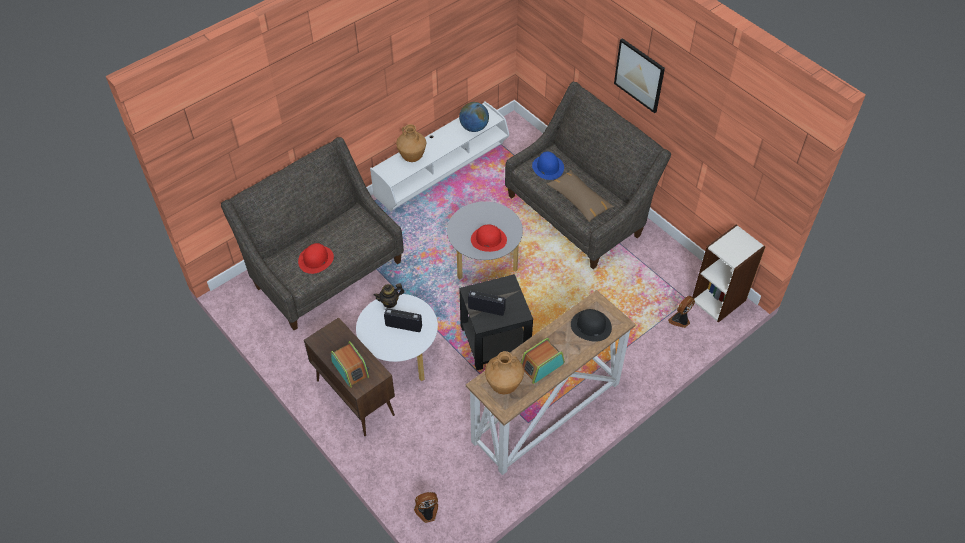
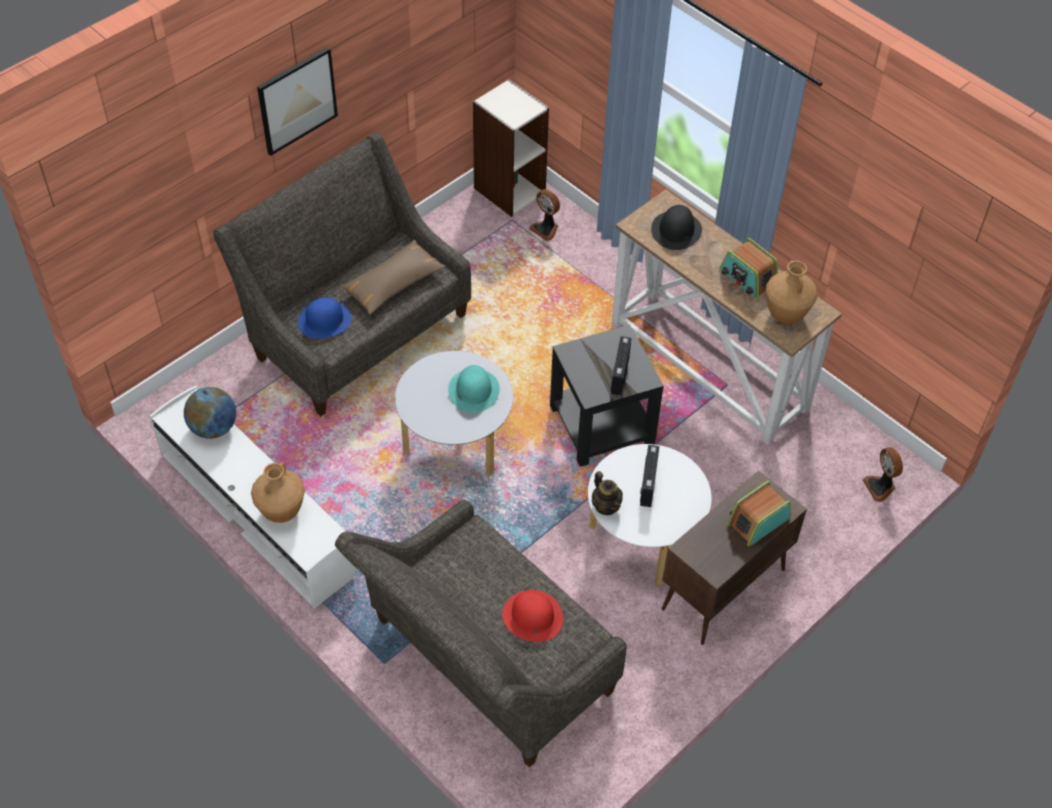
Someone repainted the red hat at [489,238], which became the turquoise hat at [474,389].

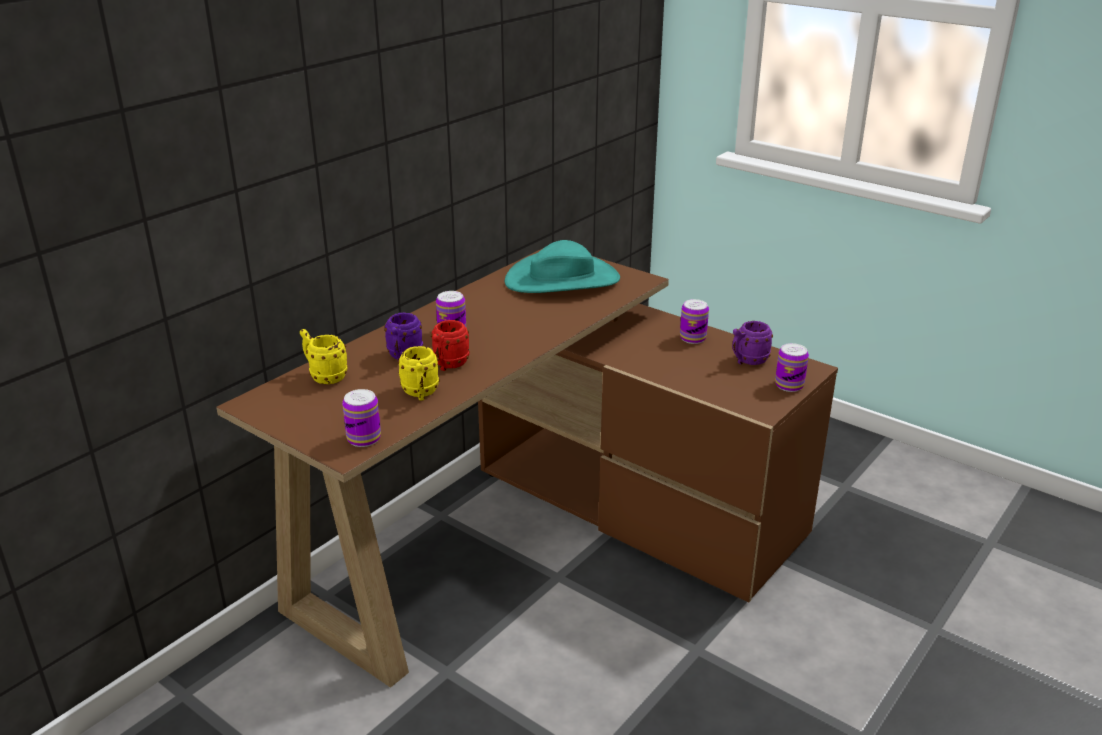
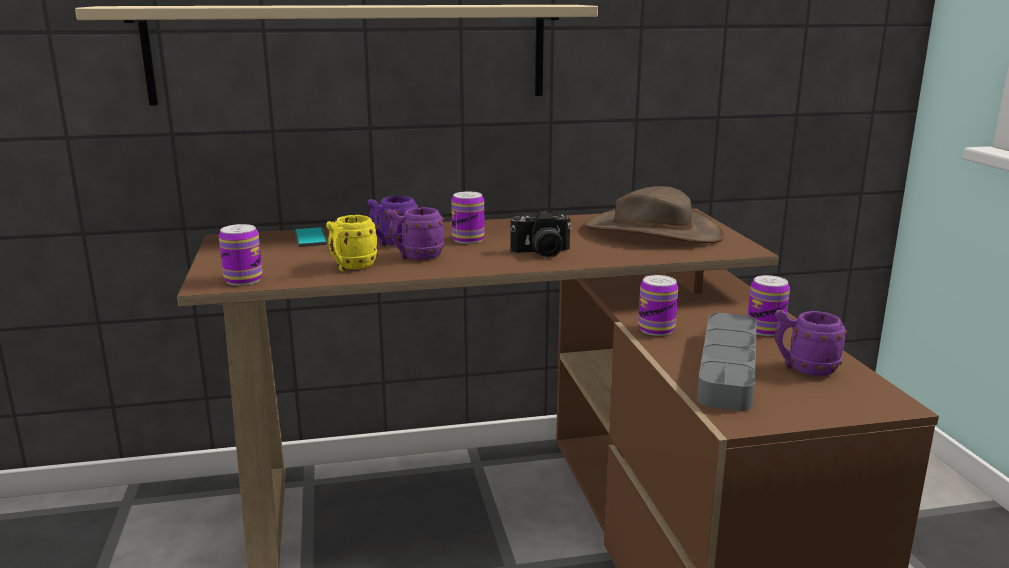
Someone repainted the turquoise hat at [562,266], which became the brown hat at [653,214]. Someone repainted the red coffee mug at [450,345], which became the purple coffee mug at [416,233]. Someone swapped the yellowish coffee mug at [324,356] for the handset at [311,237]. Someone carried the can from [792,367] to [658,305]. Someone put up the beige-coloured shelf at [336,55]. Someone put down the still camera at [541,234]. Someone put down the greyish serving tray at [727,362].

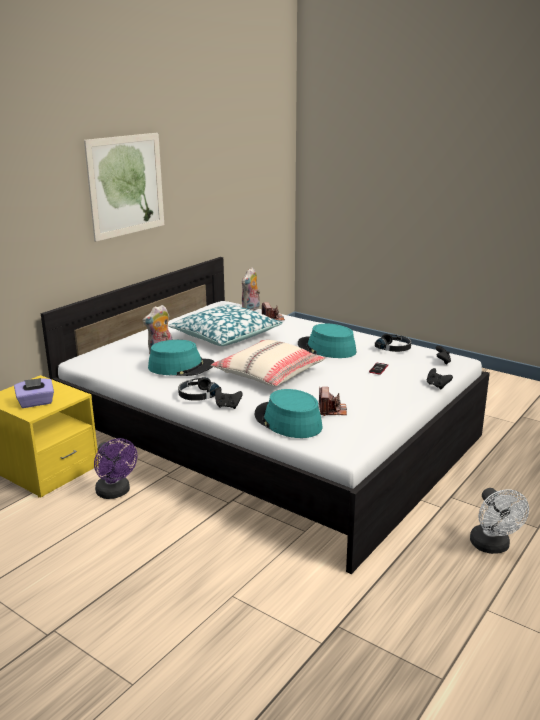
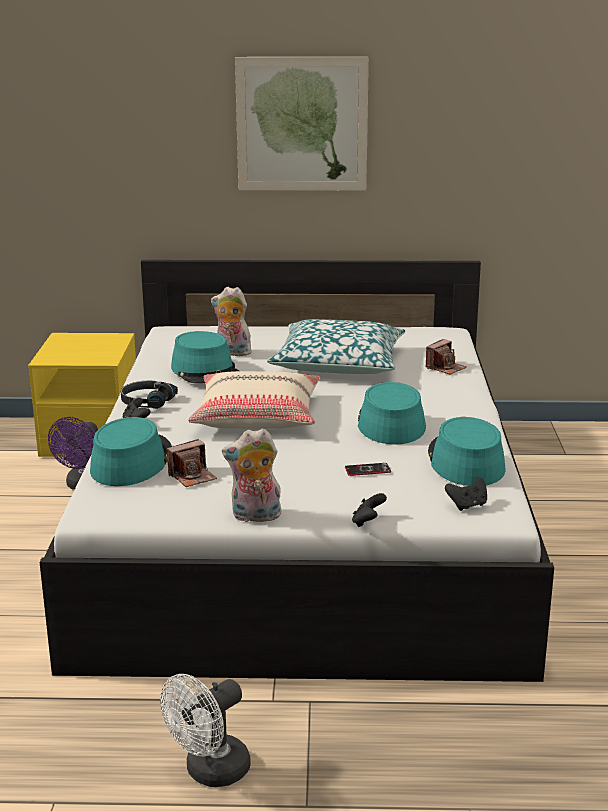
Someone carried the plush toy from [251,289] to [251,475]. Someone swapped the black headset at [393,342] for the turquoise hat at [467,451]. Someone took away the purple tissue holder at [34,393].

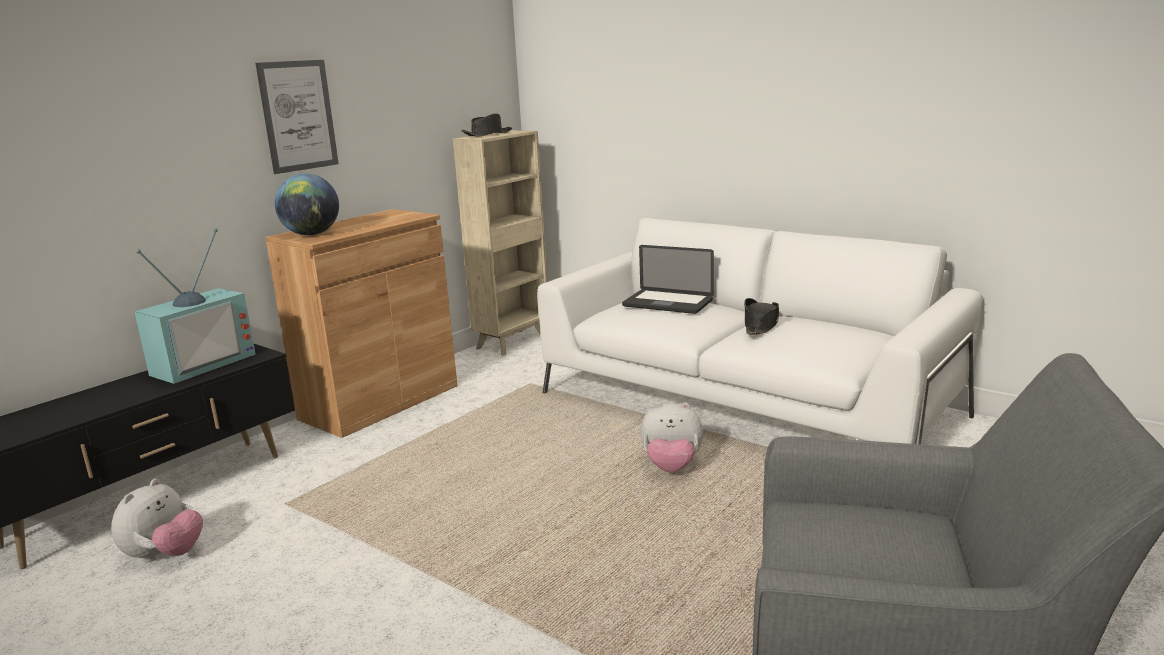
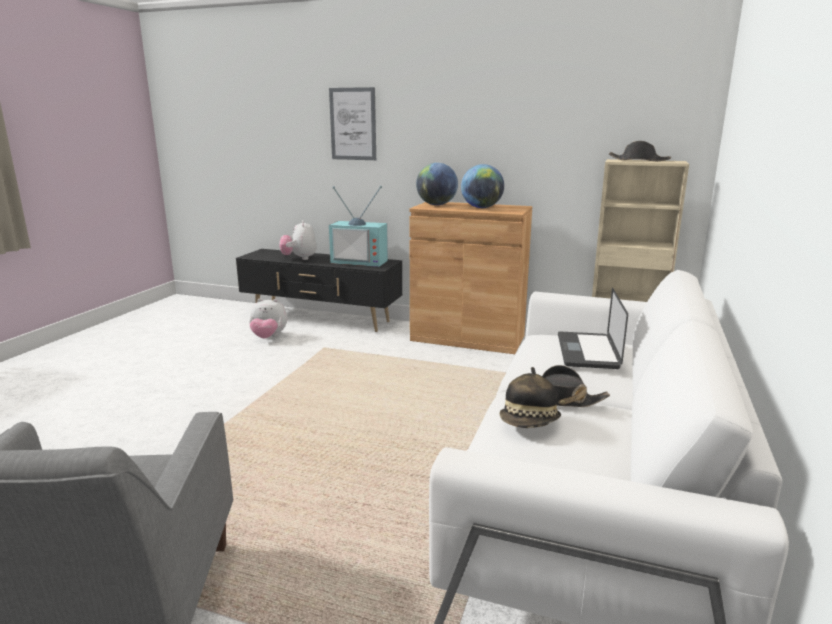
Someone carried the picture from [297,117] to [352,123]. Someone carried the plush toy from [671,437] to [298,240]. Someone put down the world globe at [482,186]. Someone put down the hat at [530,397].

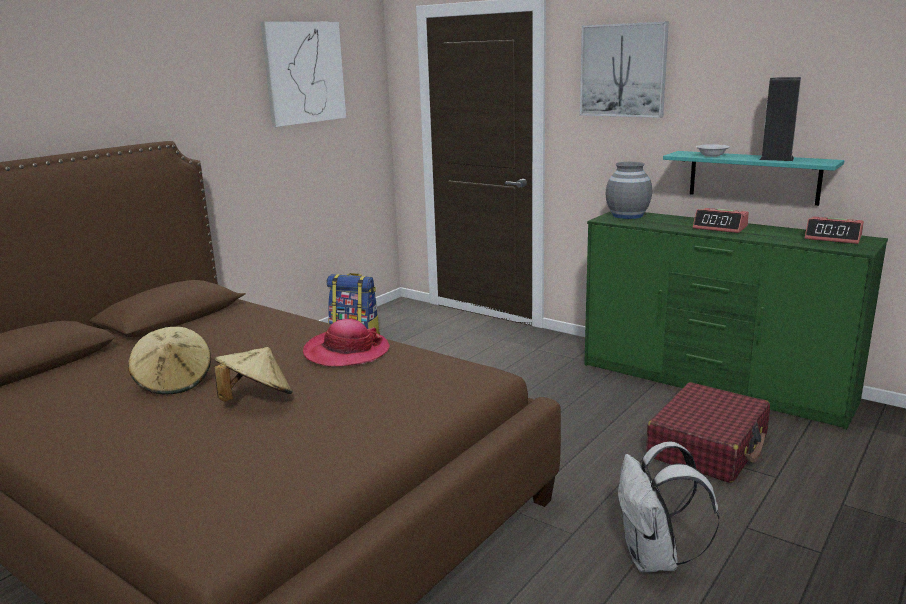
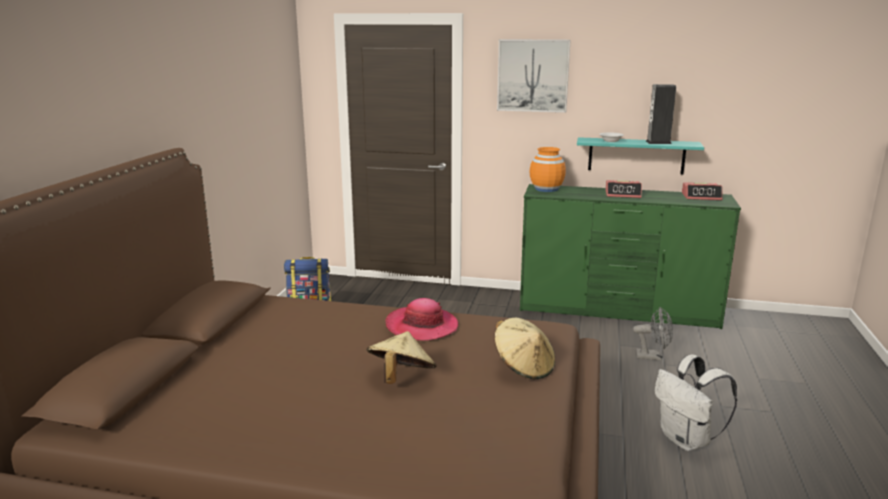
Someone took away the picture at [303,74]. Someone repainted the greyish flower vase at [629,190], which became the orange flower vase at [548,169]. Someone carried the beige-coloured hat from [169,360] to [524,348]. Someone swapped the red piece of luggage at [708,432] for the greyish fan at [653,334].

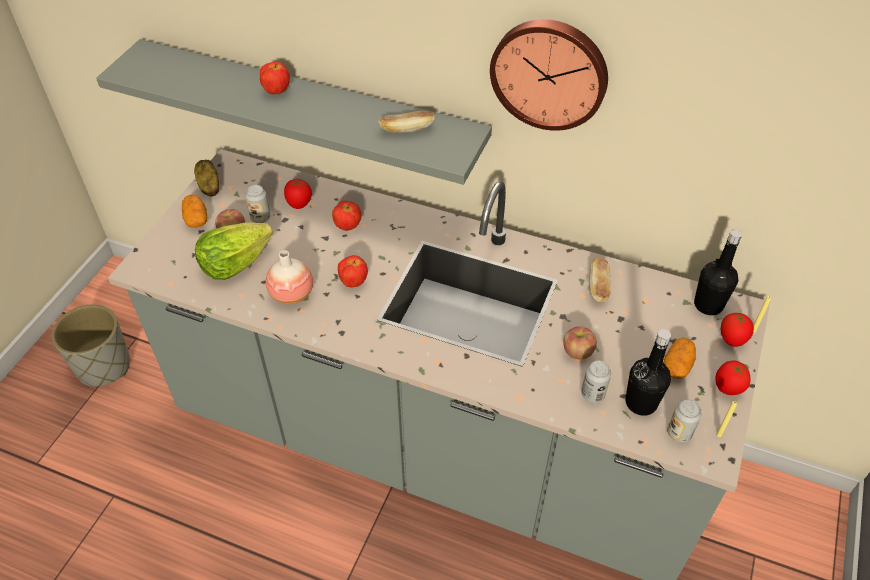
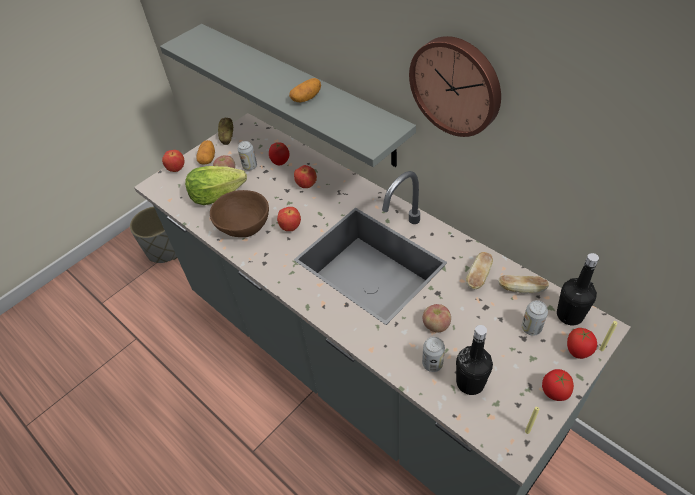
Someone carried the apple fruit from [275,78] to [173,161]. Someone carried the bread from [407,121] to [523,284]. Someone swapped the flower vase at [289,277] for the brown bowl at [239,213]. Someone carried the potato from [680,358] to [305,90]. Someone carried the can from [684,421] to [535,318].

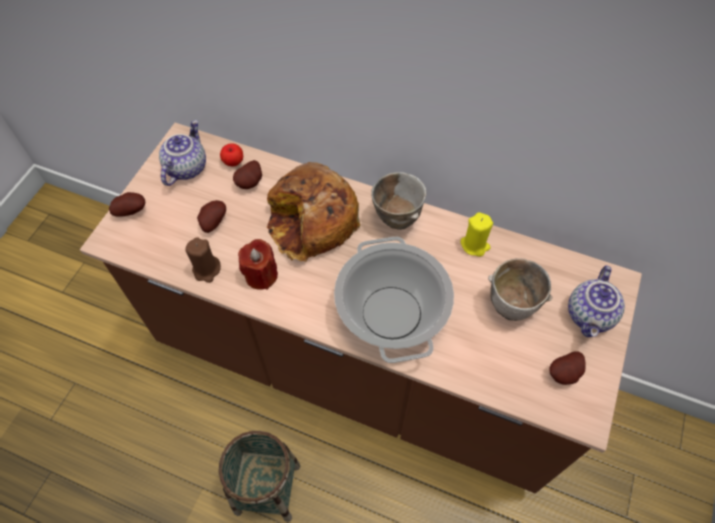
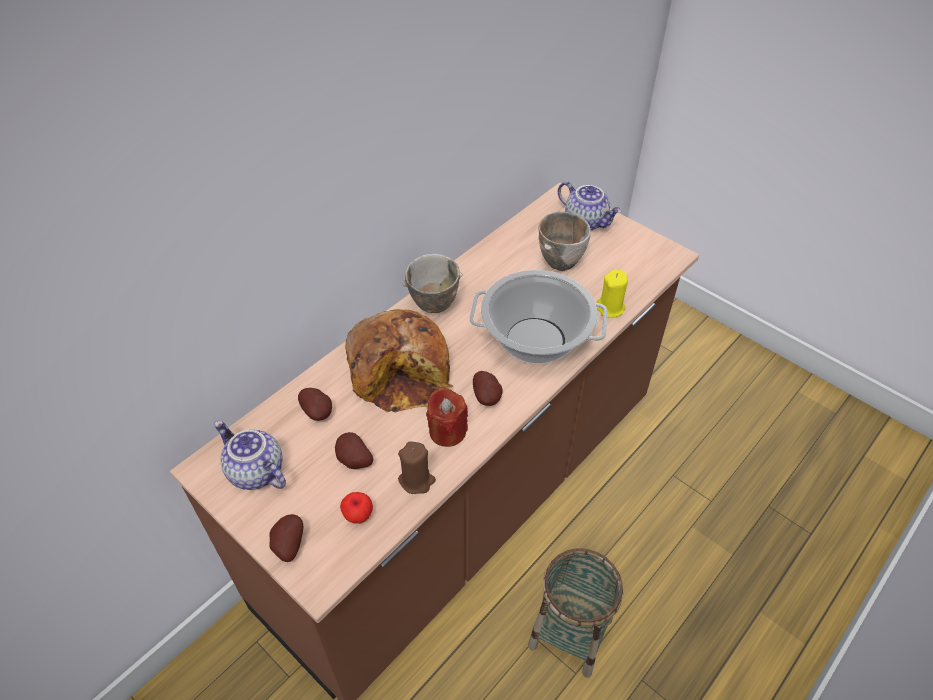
Someone carried the apple fruit from [231,154] to [356,508]. Someone carried the yellowish candle from [476,234] to [612,293]. Someone carried the potato from [567,368] to [488,388].

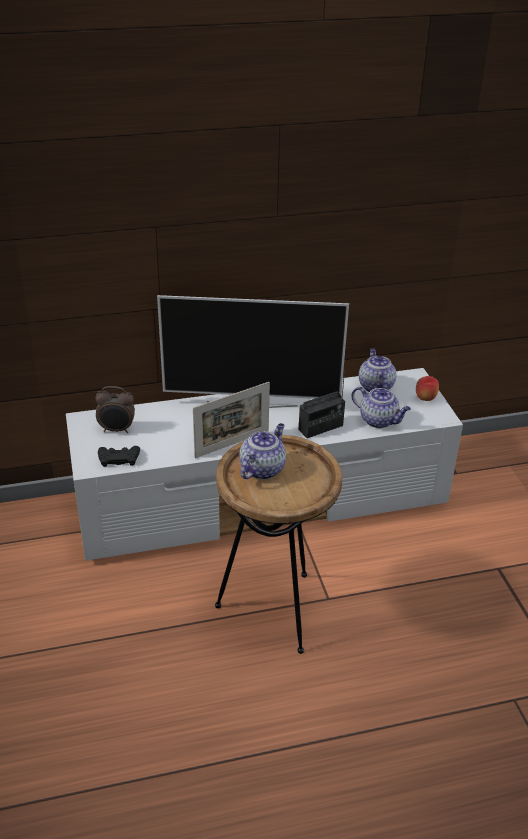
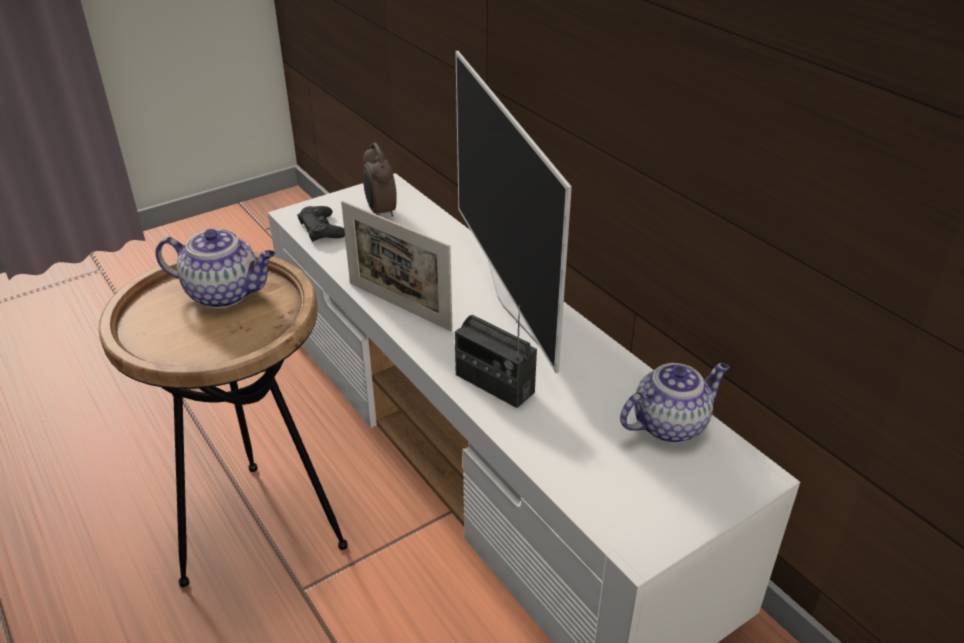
Someone took away the apple fruit at [427,388]. Someone took away the pot for tea at [381,407].

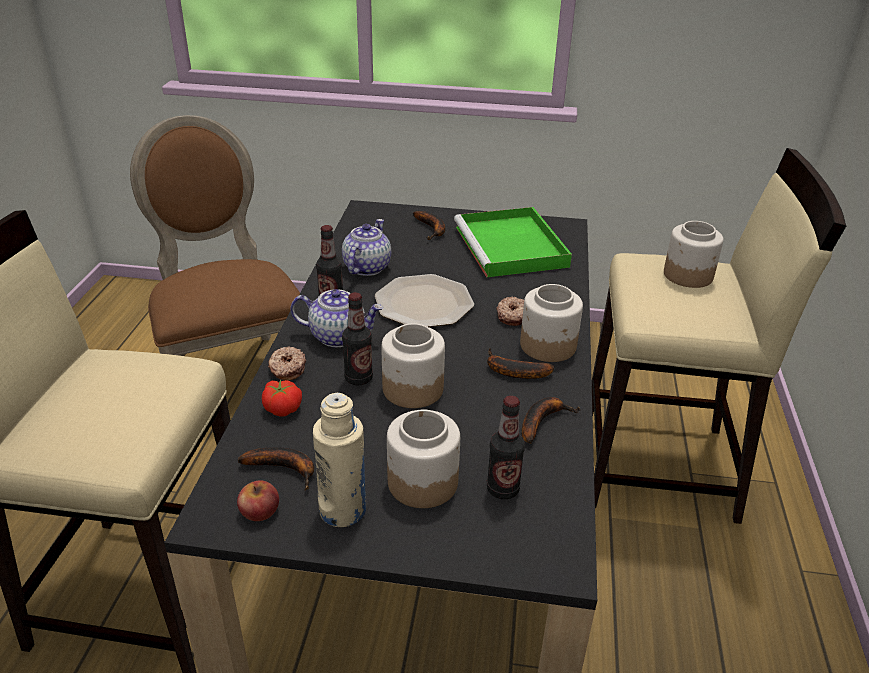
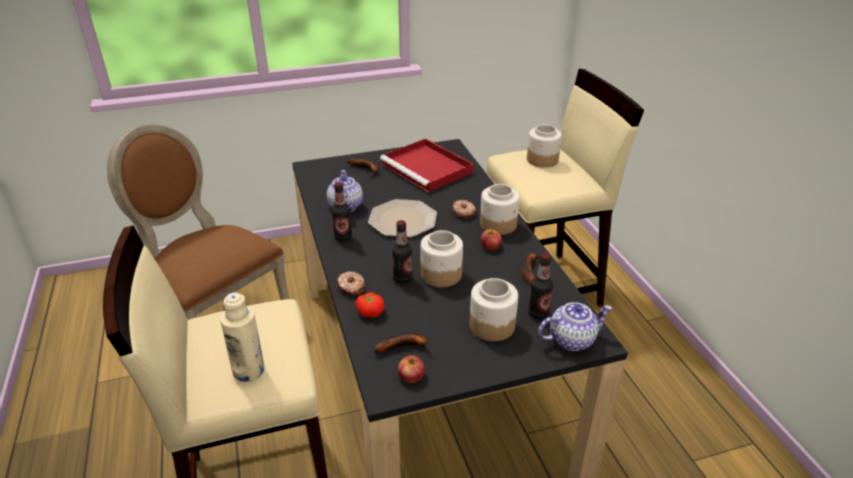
Someone repainted the green serving tray at [513,242], which became the red serving tray at [427,165]. Someone carried the pot for tea from [336,318] to [575,326]. Someone swapped the banana at [520,363] for the apple fruit at [491,239]. Someone carried the beige-coloured bottle from [339,460] to [242,337].

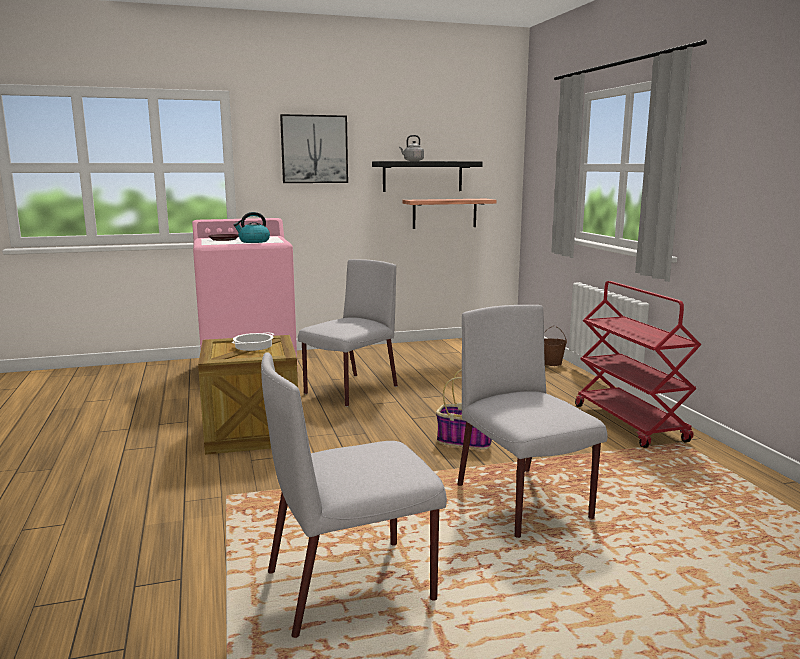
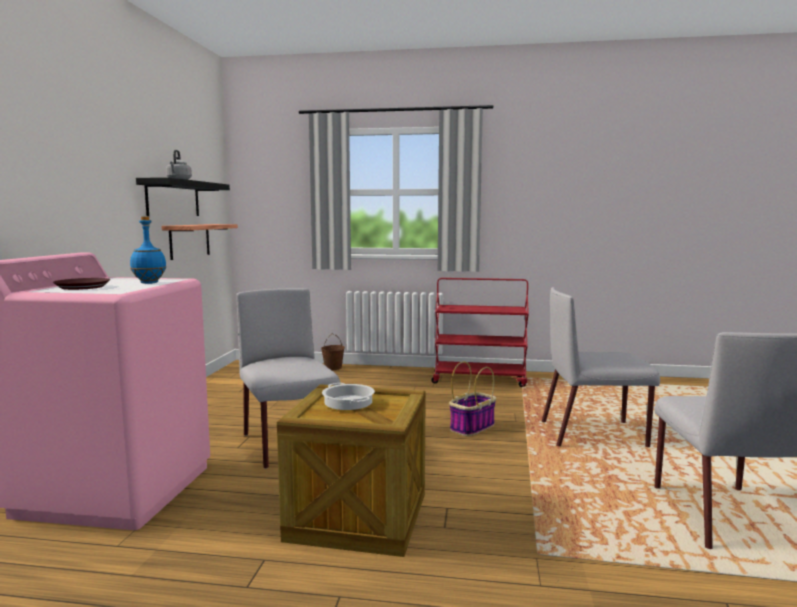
Someone took away the picture at [314,148]. Someone swapped the water kettle at [252,227] for the bluish bottle at [148,250].

